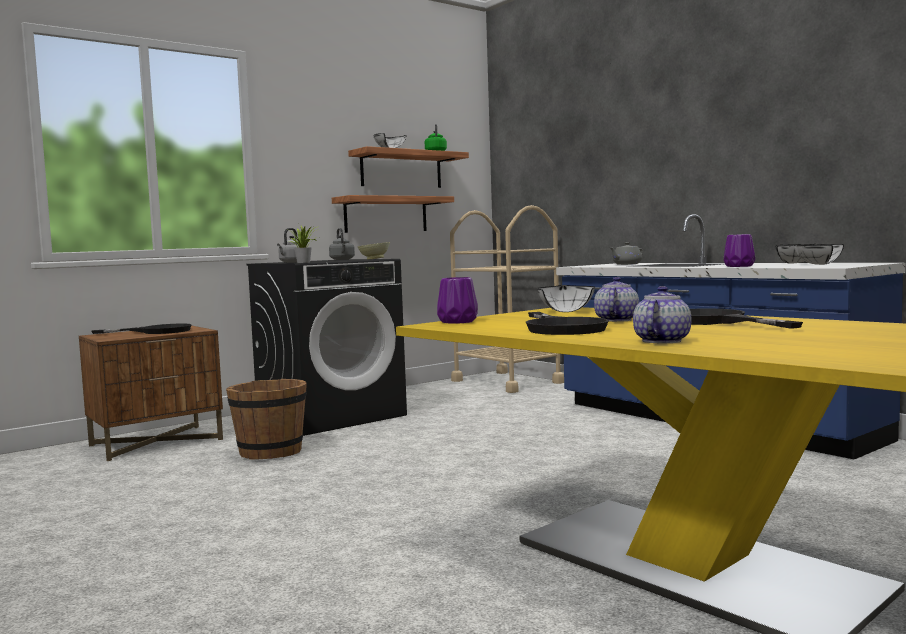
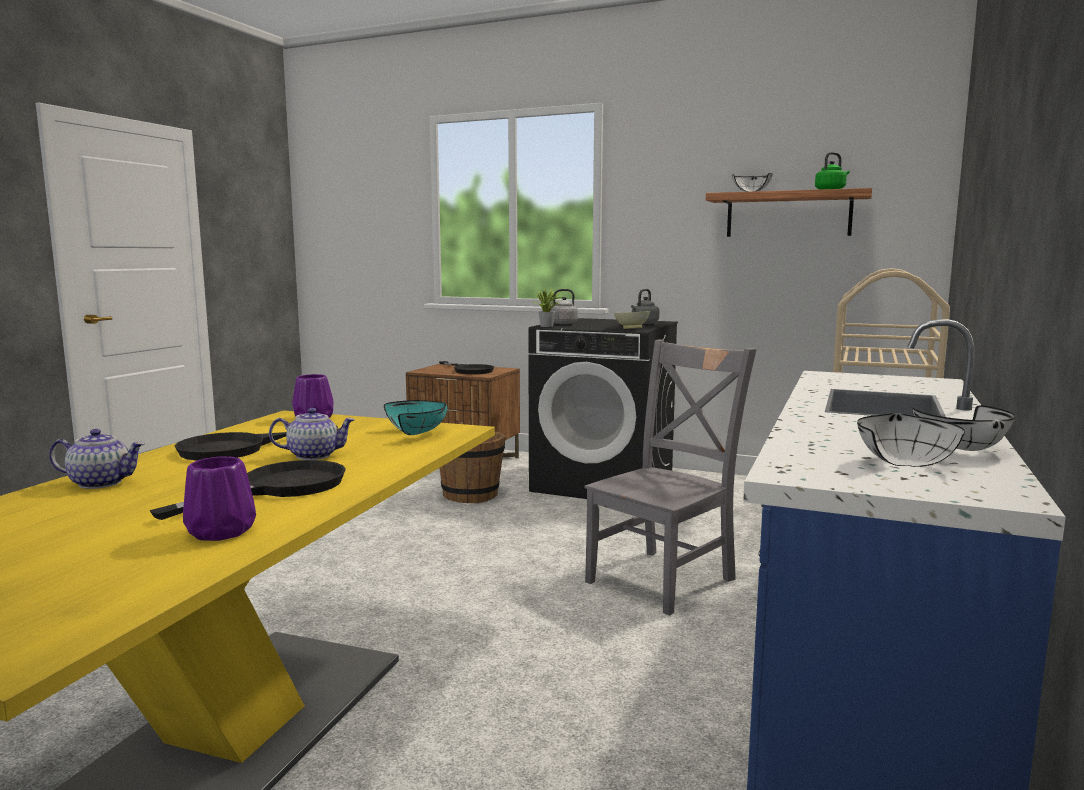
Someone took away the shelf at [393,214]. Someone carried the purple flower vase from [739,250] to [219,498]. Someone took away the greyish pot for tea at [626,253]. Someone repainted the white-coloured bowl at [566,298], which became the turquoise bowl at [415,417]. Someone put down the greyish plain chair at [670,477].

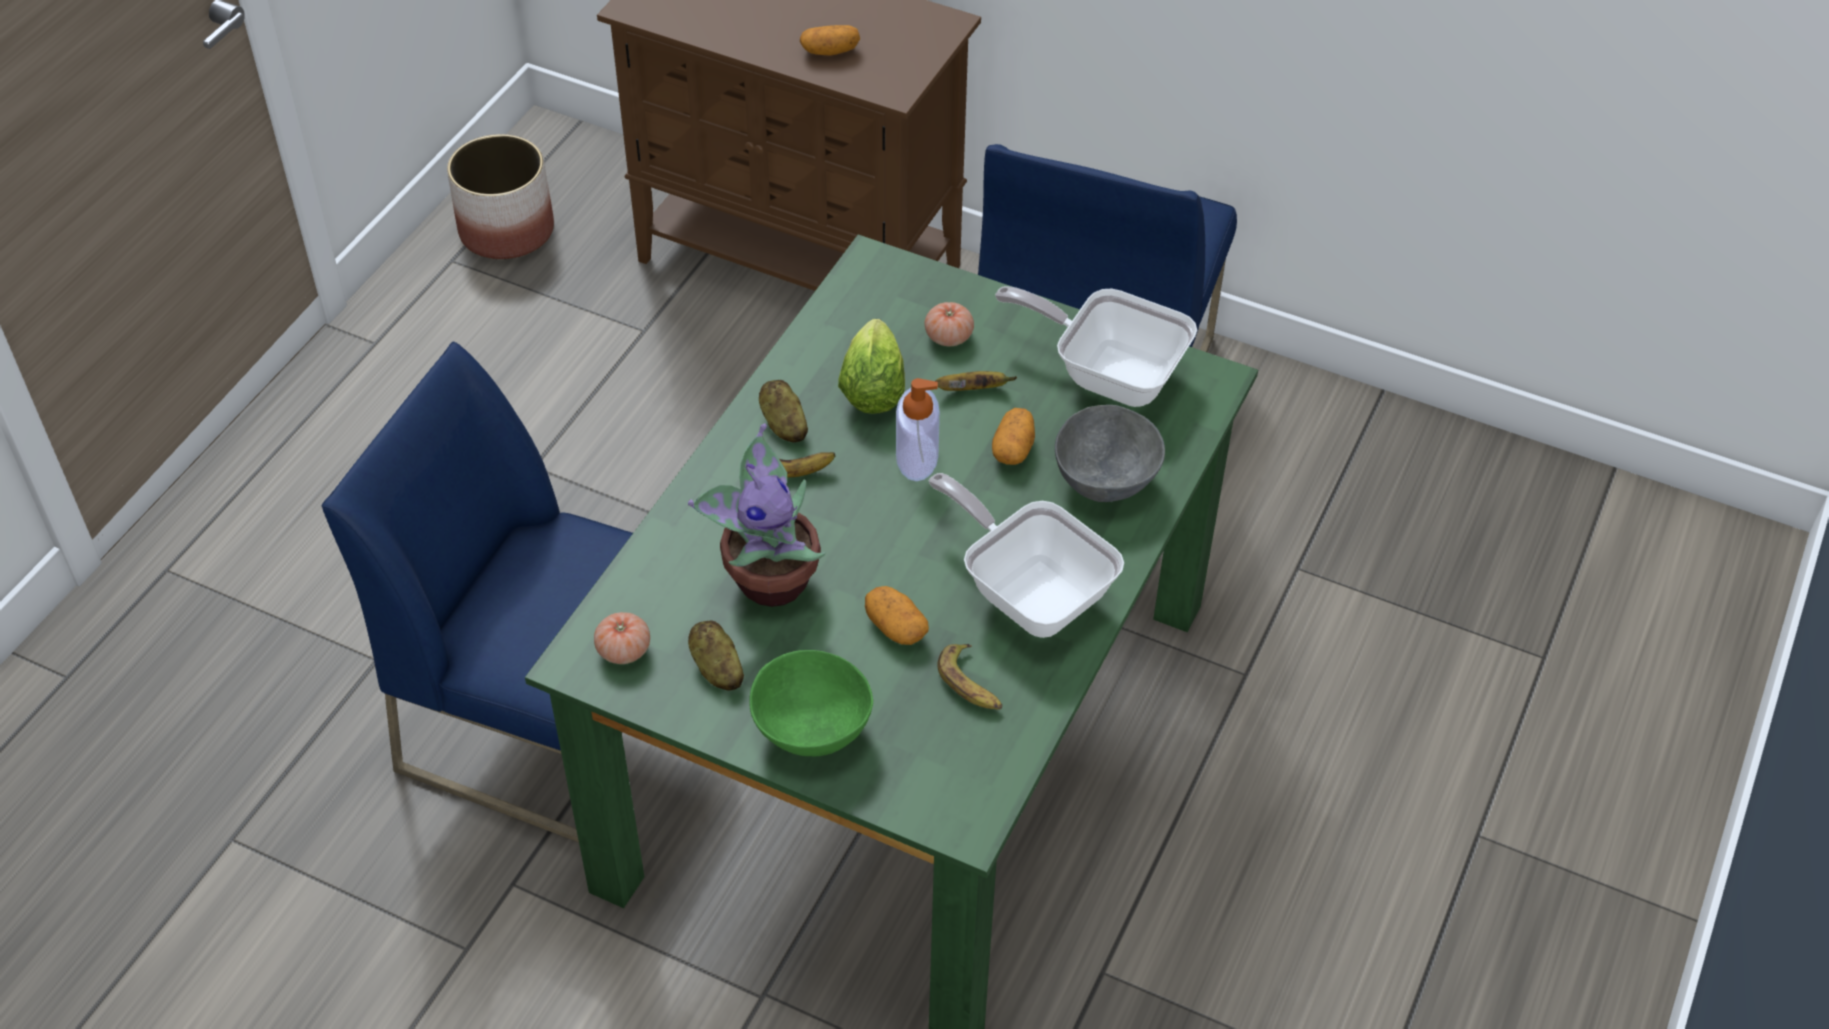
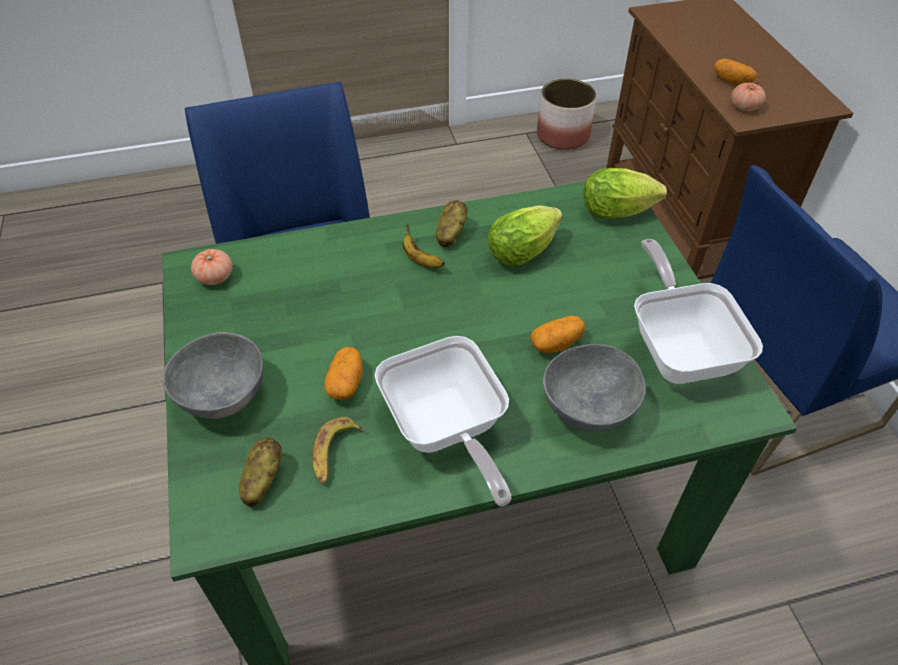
Someone carried the tomato from [949,324] to [748,97]. Someone took away the banana at [976,381]. Someone took away the soap bottle at [918,429]. Someone took away the houseplant at [757,515]. Someone rotated the pan at [1026,555] by 150 degrees clockwise. Someone carried the potato from [716,655] to [260,472]. Someone repainted the green bowl at [811,703], which became the greyish bowl at [213,375]. Someone put down the lettuce at [625,193].

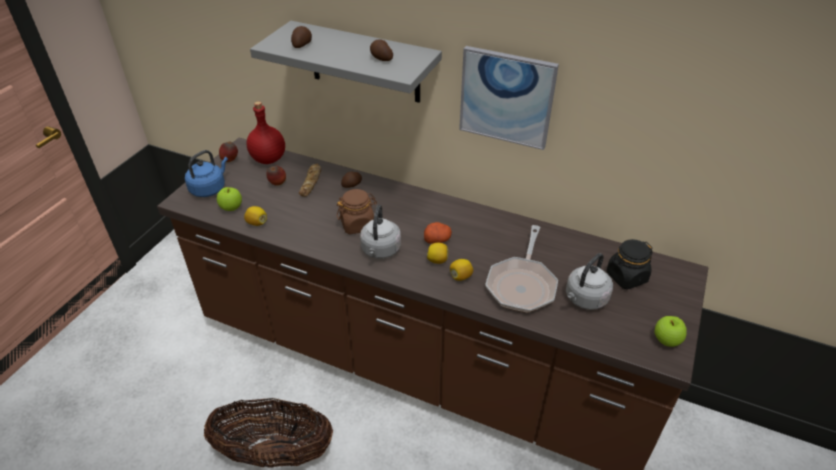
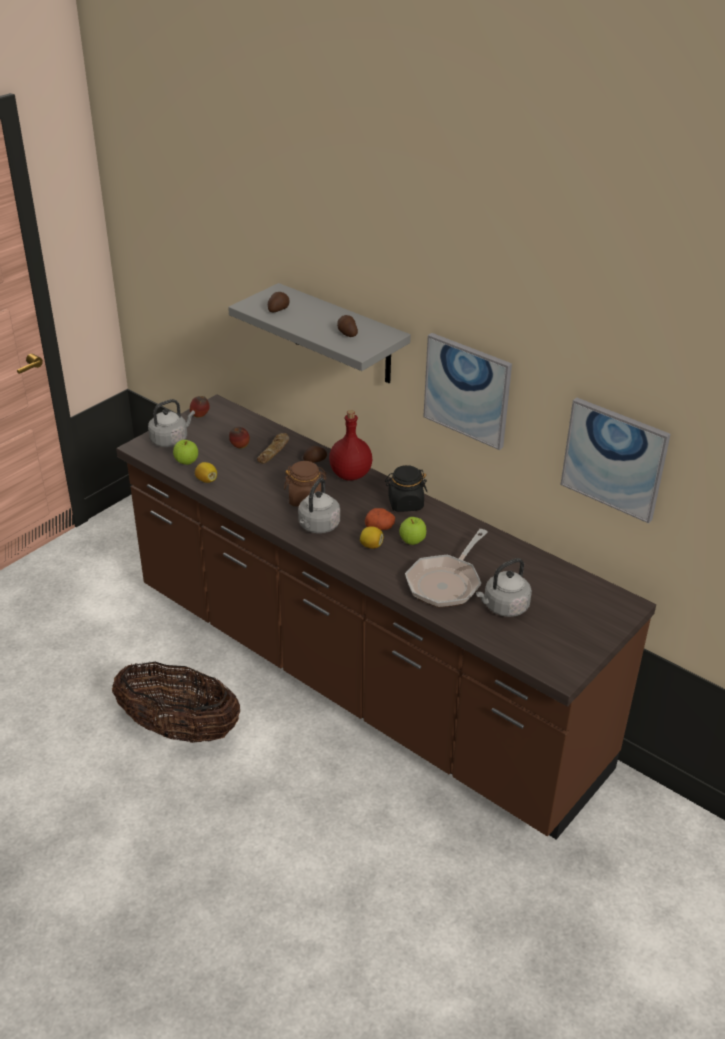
Someone carried the red bottle from [265,132] to [350,445]. Someone repainted the bluish water kettle at [206,173], which became the greyish water kettle at [171,423]. Someone carried the black storage jar from [629,264] to [406,488]. Someone took away the whole lemon at [461,270]. Someone carried the apple fruit from [670,331] to [413,531]. Someone put up the picture at [616,460].

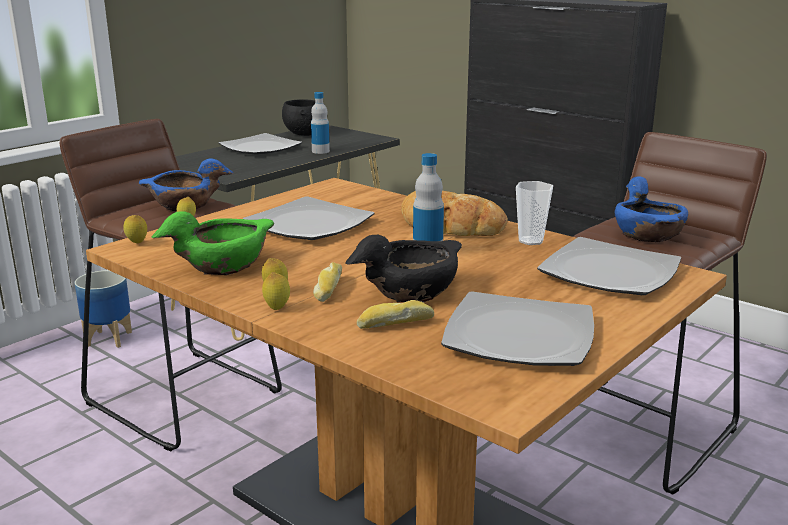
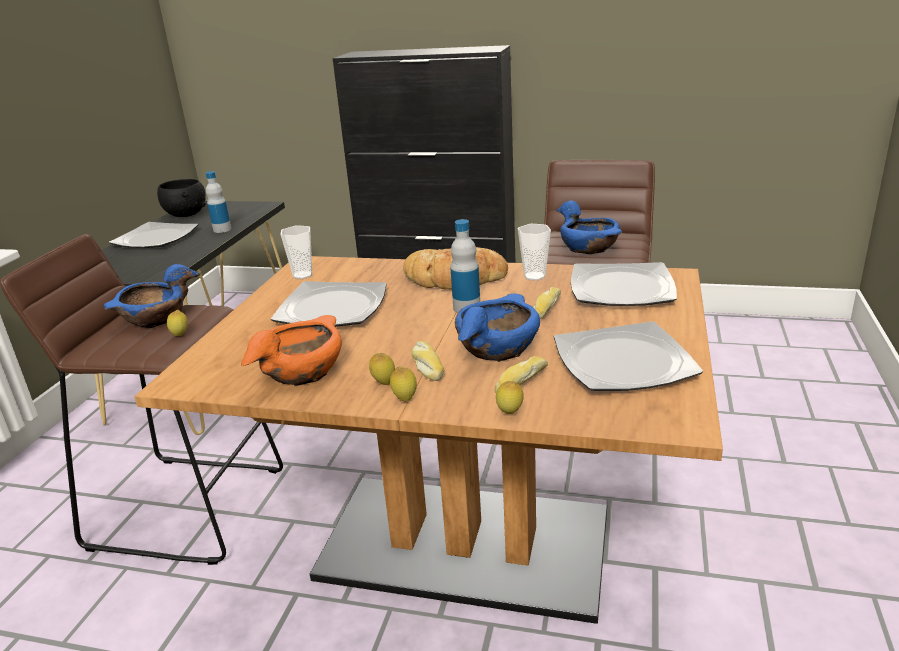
Someone repainted the green bowl at [213,243], which became the orange bowl at [291,350]. Someone carried the whole lemon from [135,229] to [510,397]. Someone repainted the black bowl at [403,268], which became the bluish bowl at [497,328]. Someone took away the flower pot at [103,309]. Someone put down the small cup at [296,252]. Someone put down the bread at [547,303].

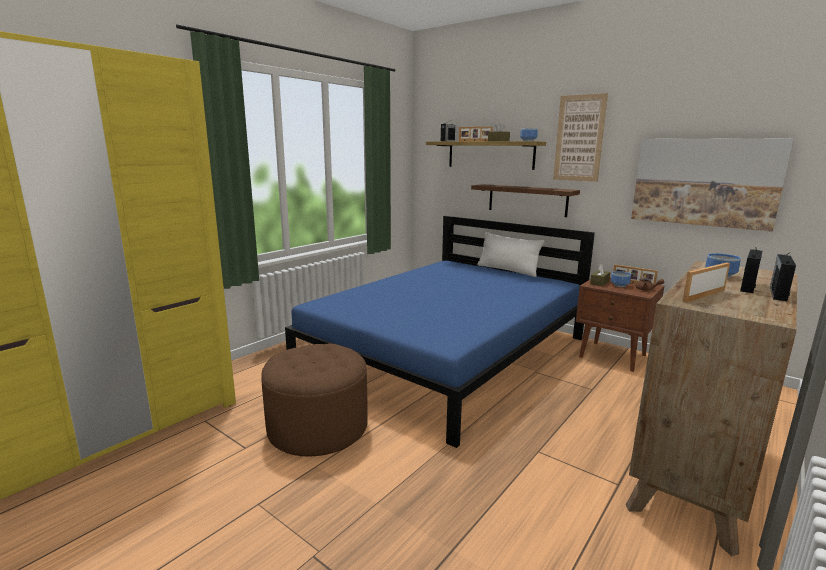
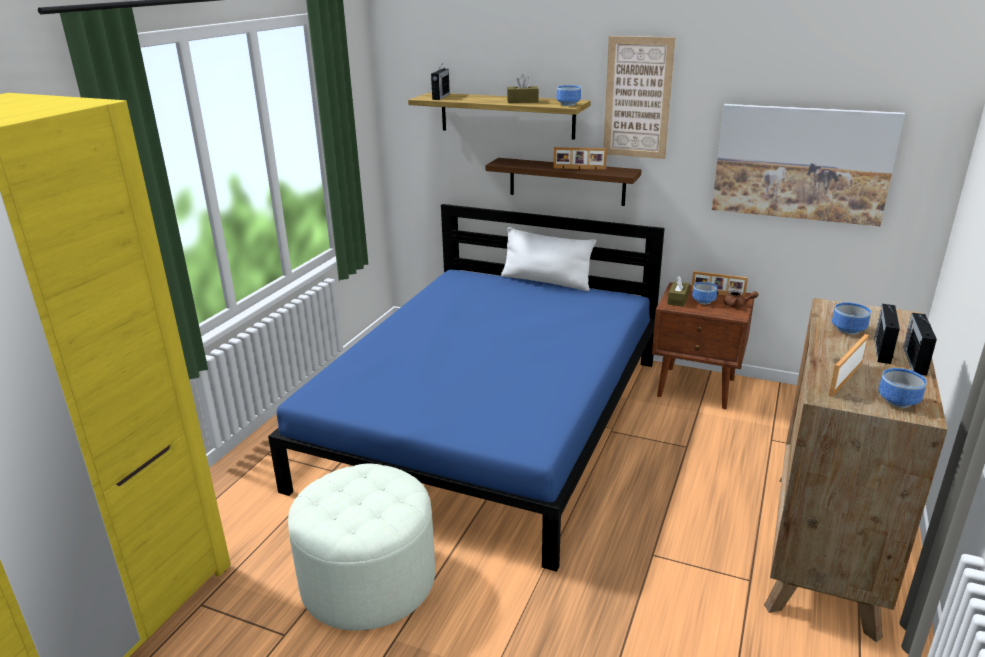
Someone carried the picture frame from [476,134] to [580,158]. Someone repainted the brown footrest at [314,400], which became the white-coloured footrest at [361,547]. Someone put down the bowl at [902,388].

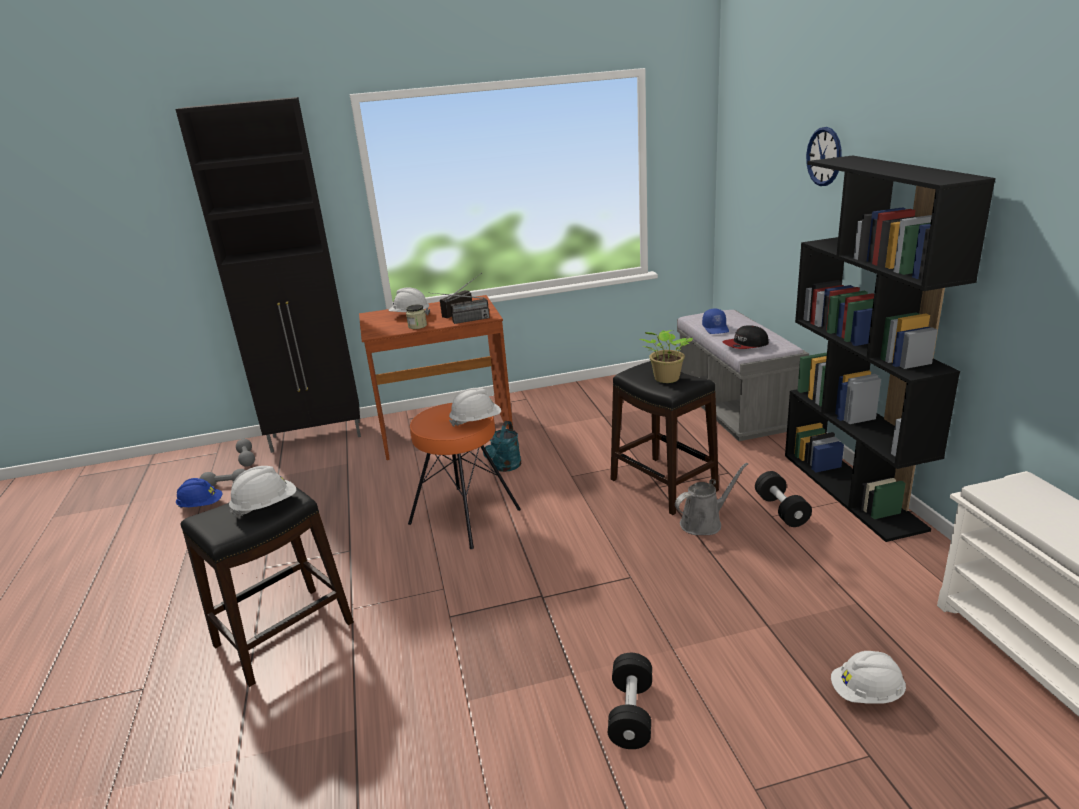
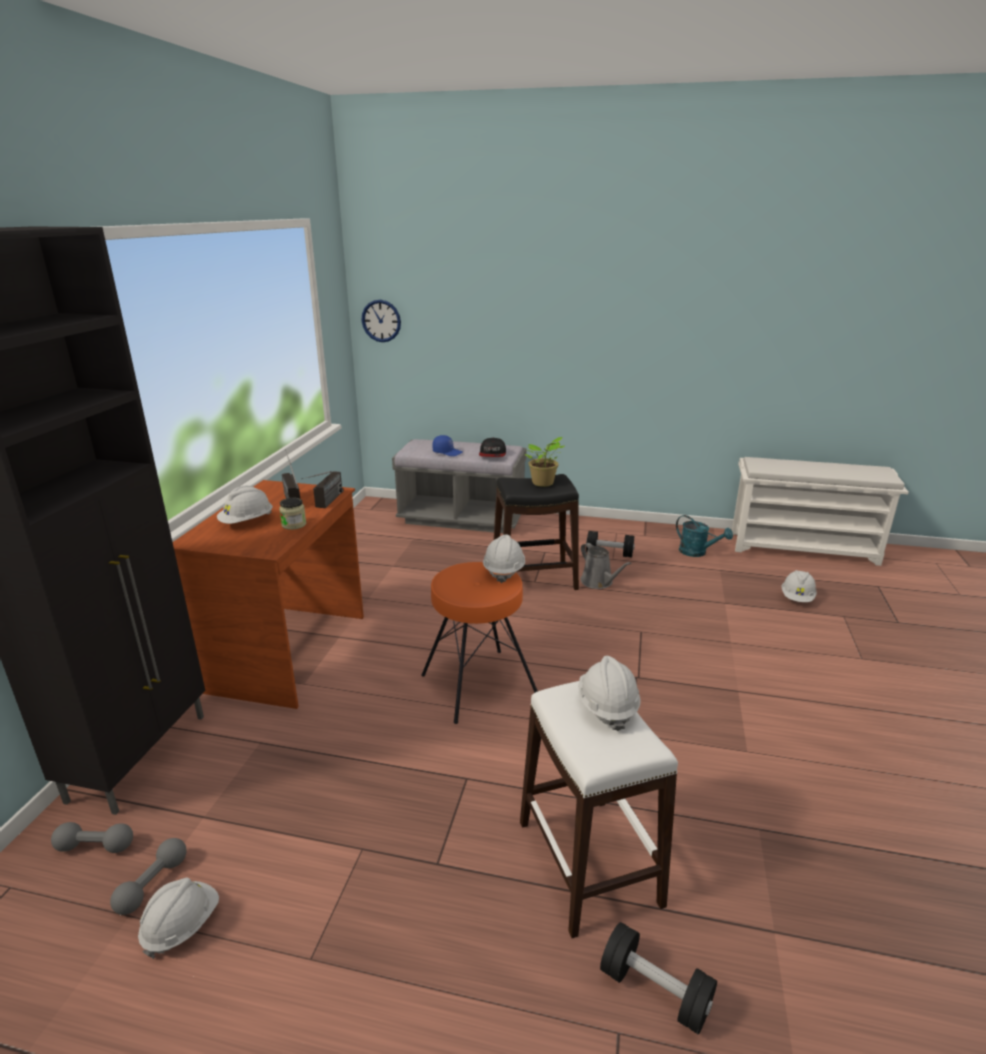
Someone carried the wall clock from [824,156] to [381,321]. Someone took away the black bookshelf at [890,349]. Someone carried the turquoise sprinkling can from [502,446] to [704,536]. Someone rotated the greyish sprinkling can at [711,499] by 150 degrees clockwise. Someone repainted the bluish work helmet at [199,493], which became the white-coloured work helmet at [178,918]. Someone repainted the black stool seat at [267,586], which became the white-coloured stool seat at [599,809]. Someone carried the black dumbbell from [630,701] to [658,978].

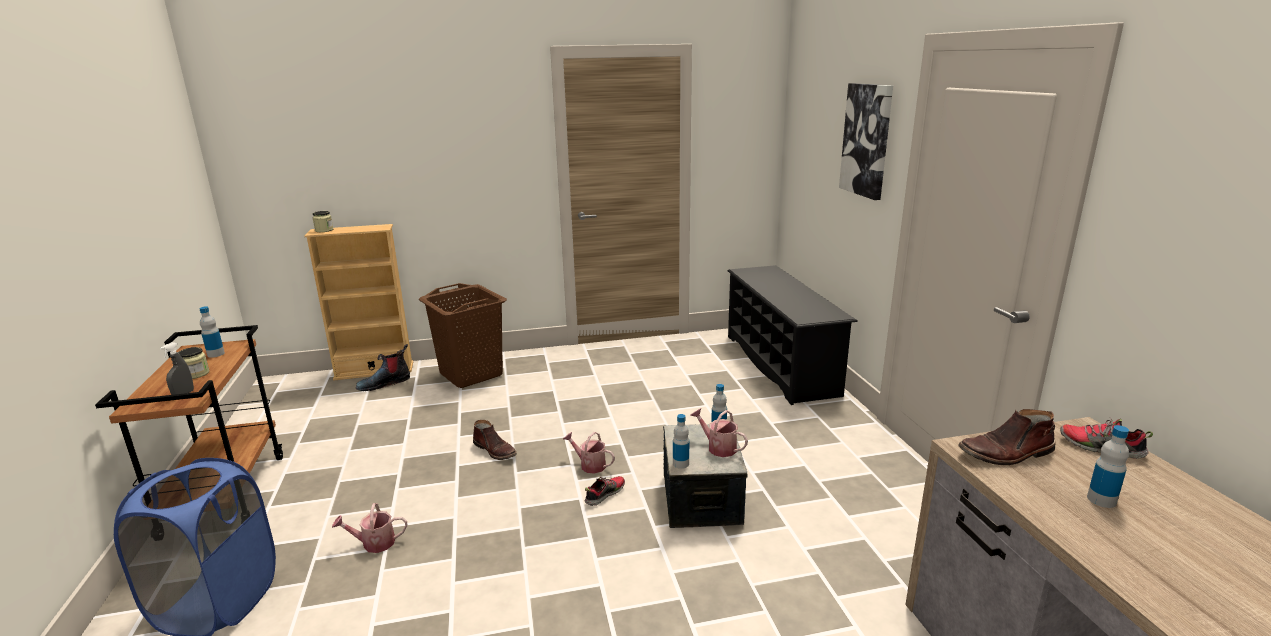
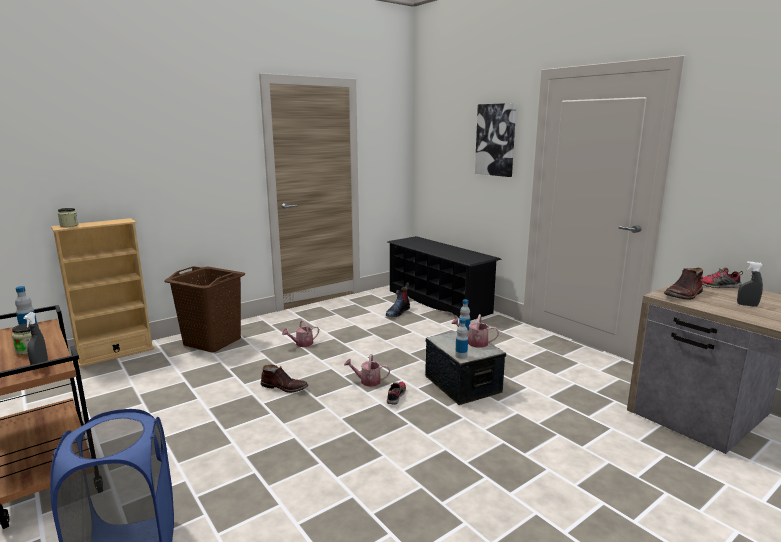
Someone carried the boot from [383,367] to [398,299]. Someone swapped the bottle at [1108,466] for the greyish hand sprayer at [750,284]. Someone carried the sprinkling can from [369,528] to [300,333].

